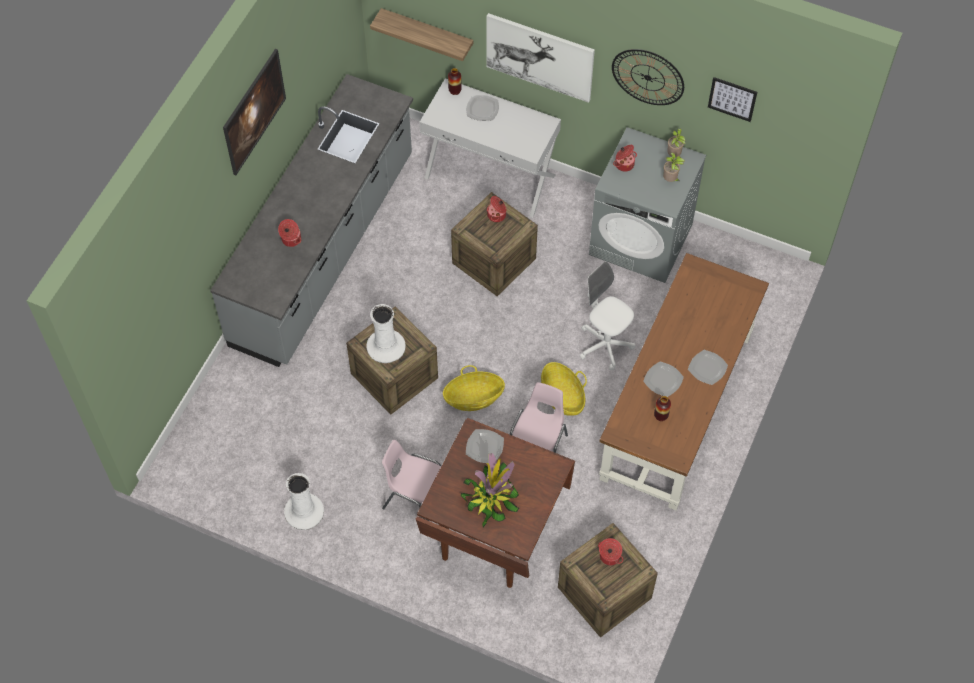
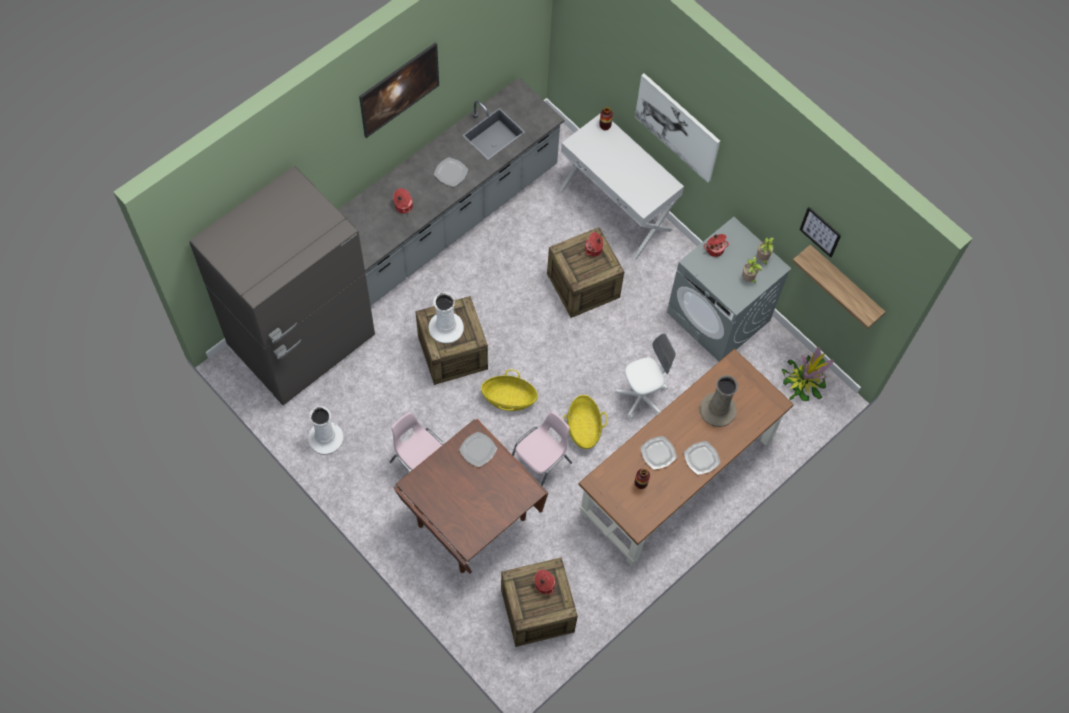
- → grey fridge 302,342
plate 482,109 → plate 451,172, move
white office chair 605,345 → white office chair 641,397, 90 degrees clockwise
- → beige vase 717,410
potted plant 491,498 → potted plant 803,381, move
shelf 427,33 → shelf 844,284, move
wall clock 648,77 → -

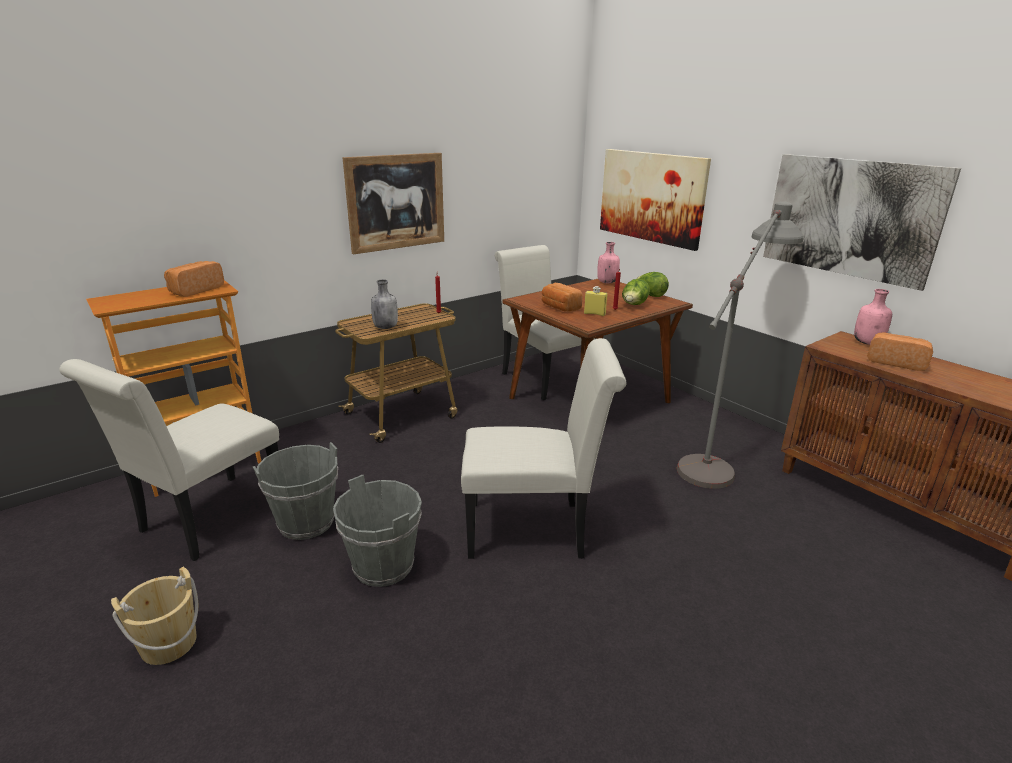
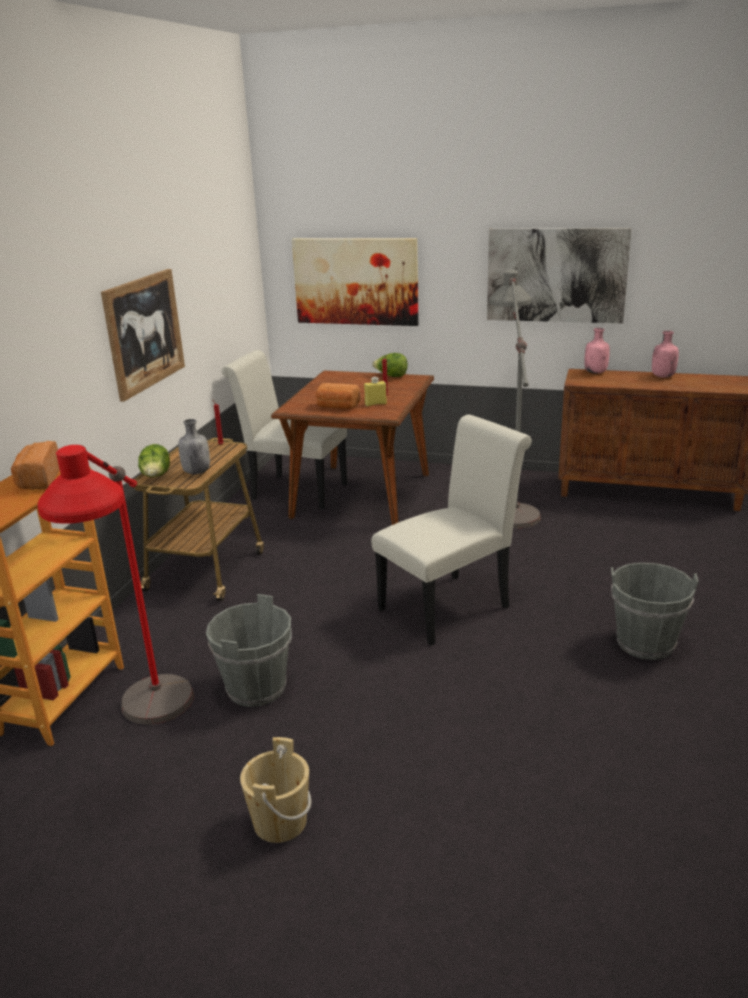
white chair 206,521 → red floor lamp 152,734
lettuce 634,305 → lettuce 156,477, move
grey bucket 383,566 → grey bucket 645,644, move
pink bottle 606,282 → pink bottle 662,376, move
bread 896,362 → -

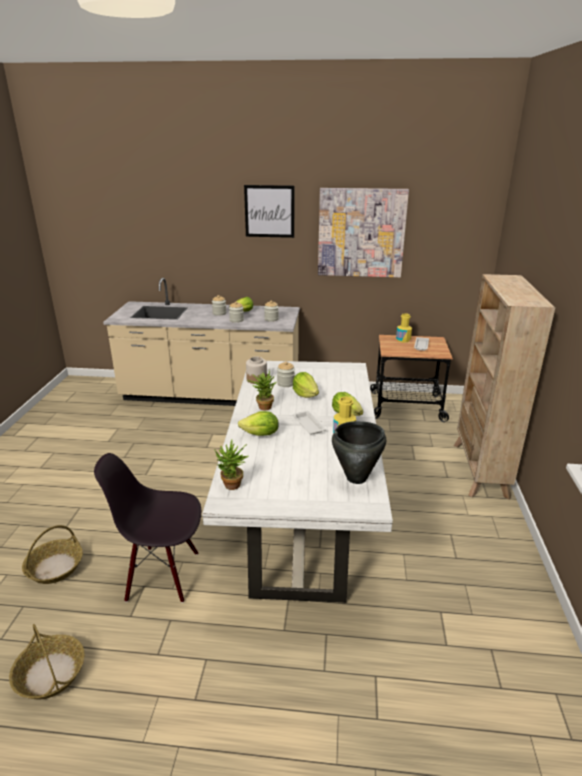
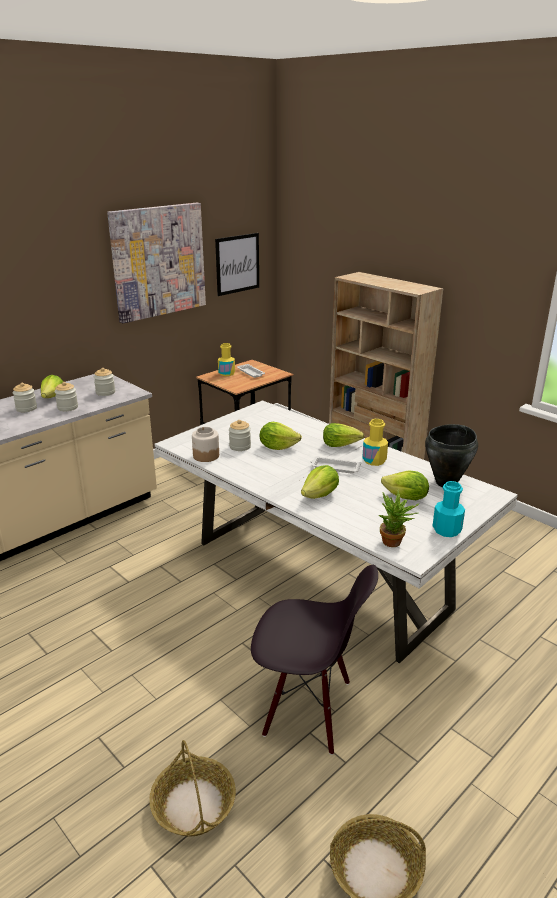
picture 269,211 → picture 237,264, move
black chair 163,575 → black chair 307,709, 120 degrees counterclockwise
- → lettuce 406,498
- → turquoise bottle 446,530
potted plant 263,406 → -

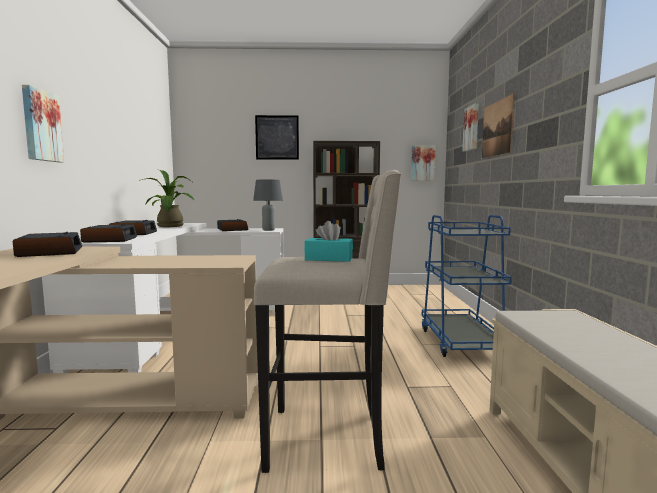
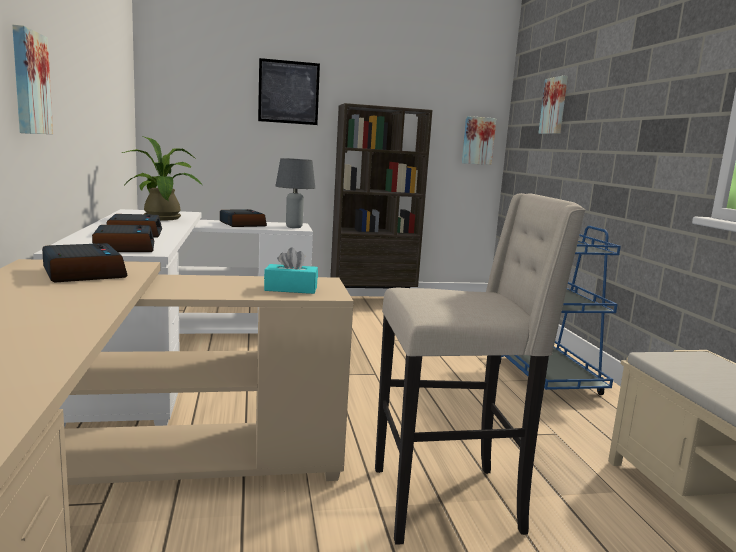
turquoise tissue box 329,259 → turquoise tissue box 291,289, move
picture 497,128 → -

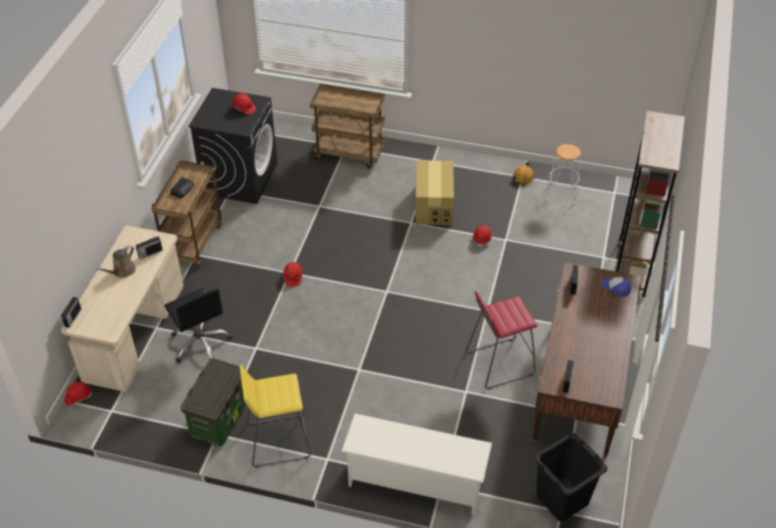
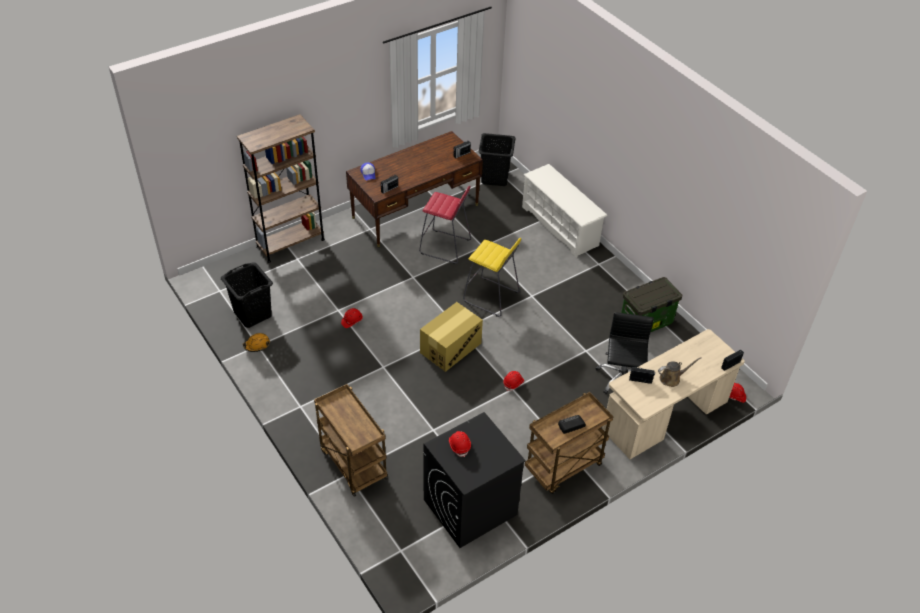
white stool 561,193 → black laundry basket 252,314
cardboard box 433,206 → cardboard box 451,348, move
yellow stool 277,440 → yellow stool 491,297, move

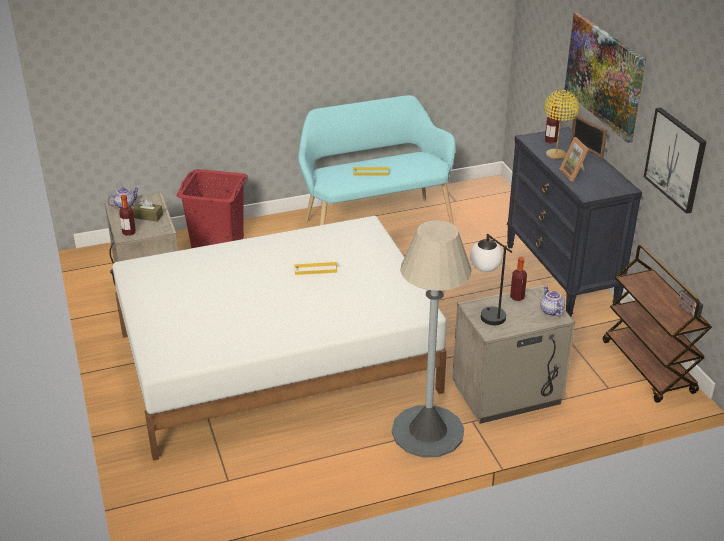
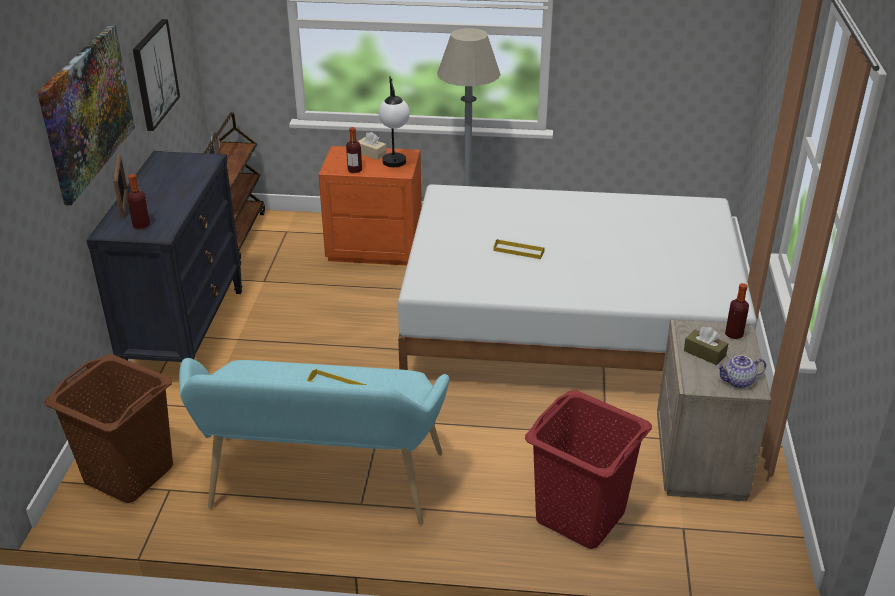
- → brown laundry basket 129,474
beige nightstand 507,394 → orange nightstand 375,248
- → beige tissue box 371,153
teapot 550,311 → -
yellow table lamp 555,154 → -
picture frame 574,174 → -

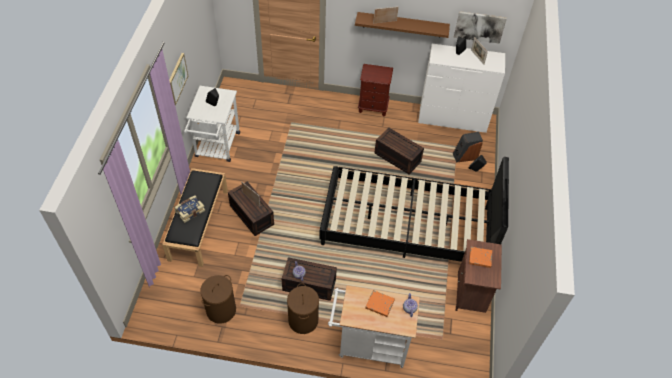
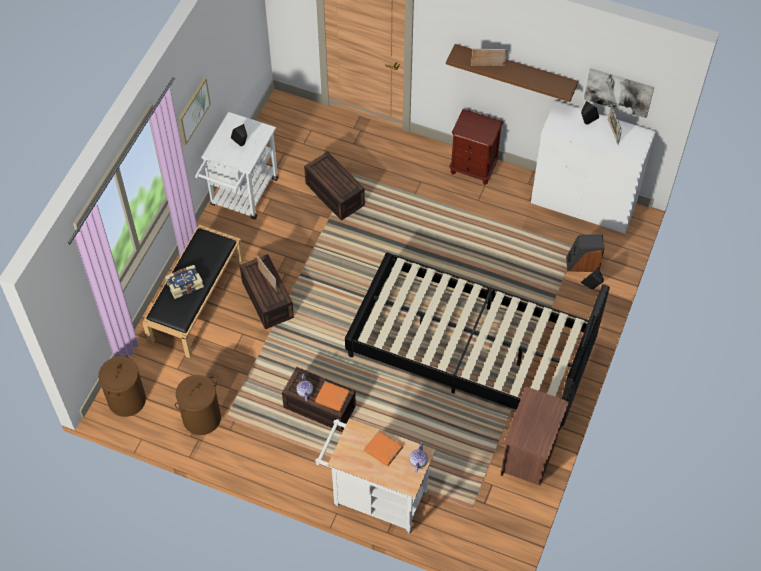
brown laundry basket 303,320 → brown laundry basket 127,400, move
brown storage box 396,157 → brown storage box 333,194, move
orange book 480,258 → orange book 332,397, move

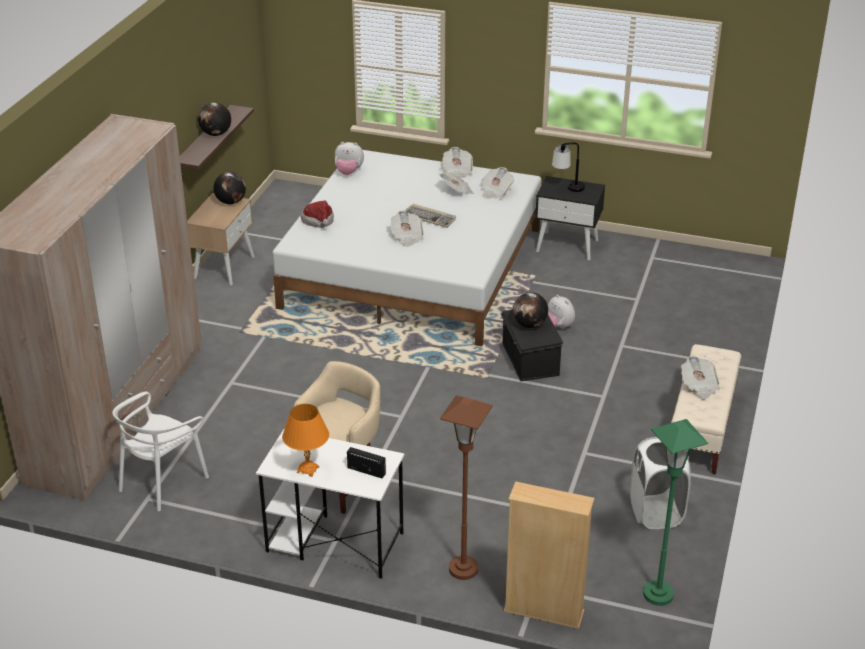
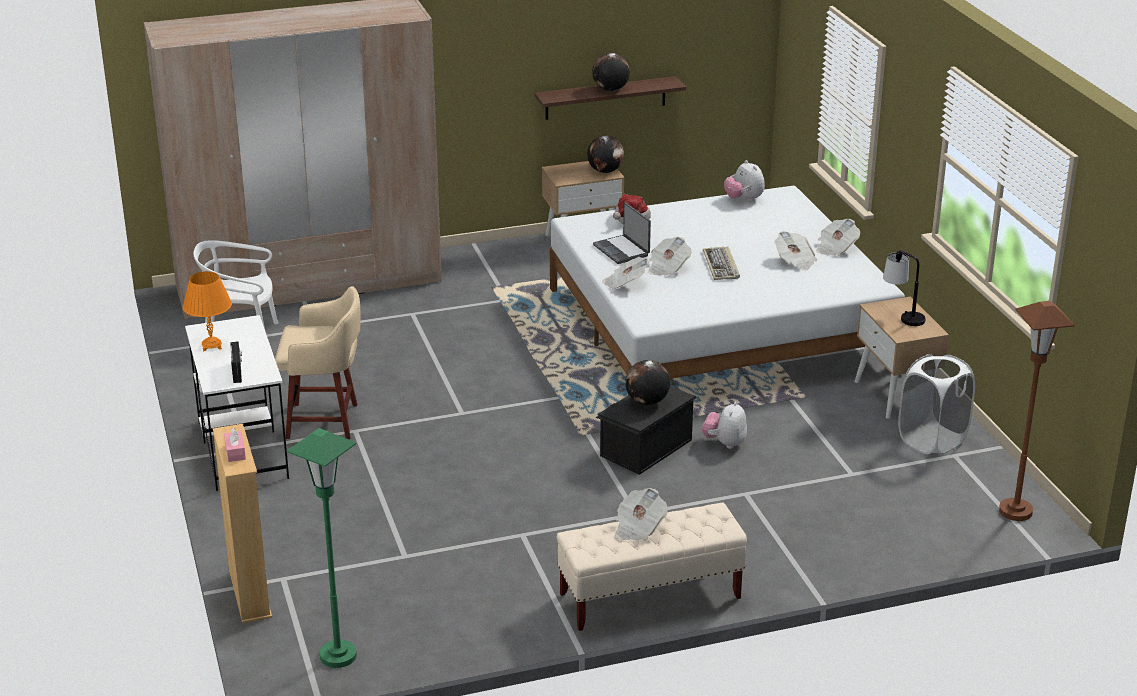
- → pink tissue box 235,452
- → laptop 622,250
newspaper 495,192 → newspaper 625,284, move
black nightstand 567,245 → beige nightstand 895,395
white laundry basket 656,512 → white laundry basket 932,440, move
brown floor lamp 463,569 → brown floor lamp 1015,511, move

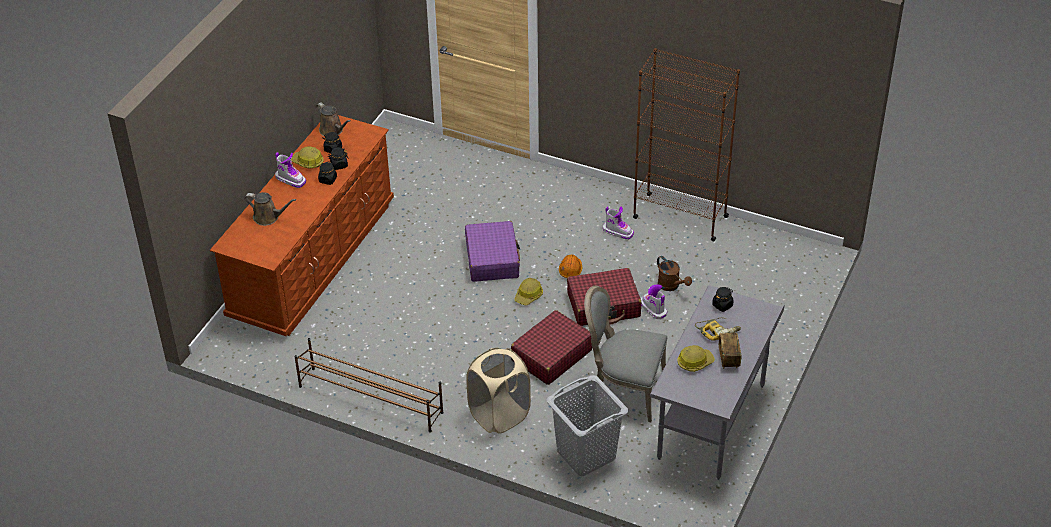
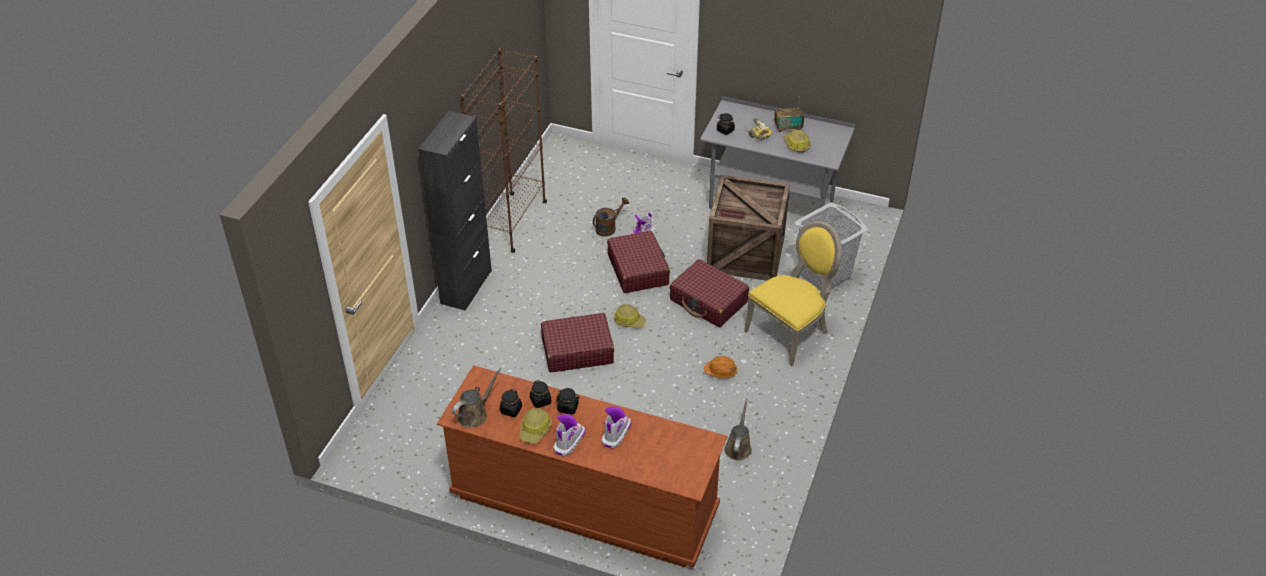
- → black cabinet 466,287
purple suitcase 492,259 → red suitcase 577,350
boot 618,232 → boot 616,434, move
orange hard hat 570,270 → orange hard hat 721,371, move
grey chair 624,390 → crate 744,254
brown watering can 268,217 → brown watering can 738,447, move
beige laundry basket 499,415 → yellow chair 791,332
brown shoe rack 370,399 → -

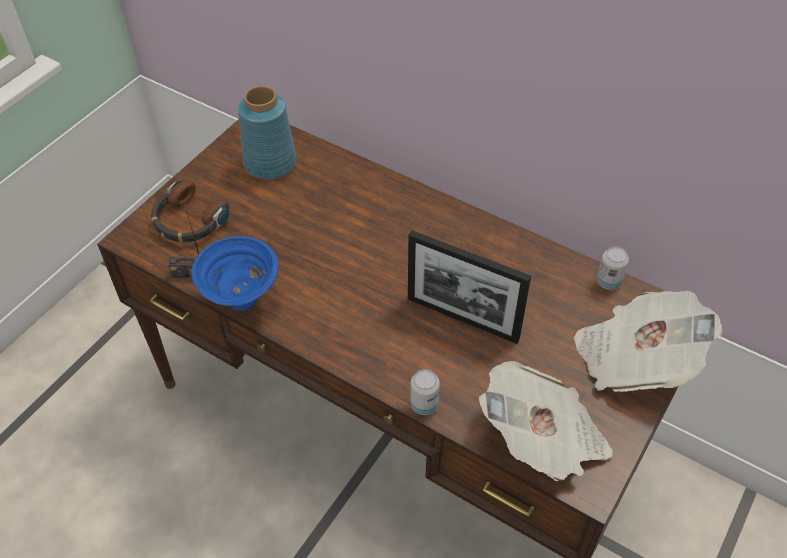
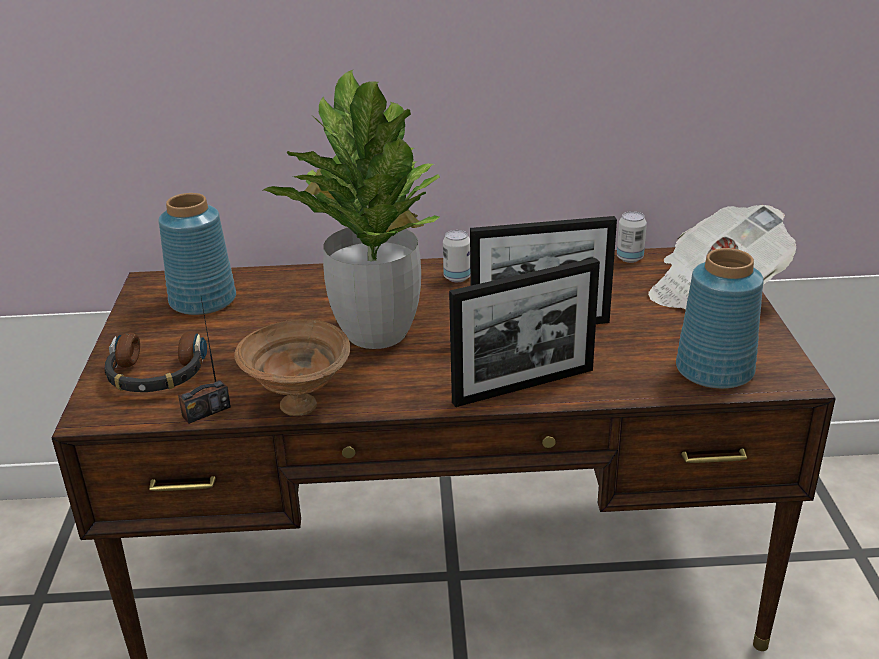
blue bowl 243,302 → brown bowl 301,407
- → potted plant 376,333
can 424,405 → can 457,277, move
- → picture frame 523,386
newspaper 543,439 → blue vase 715,370

